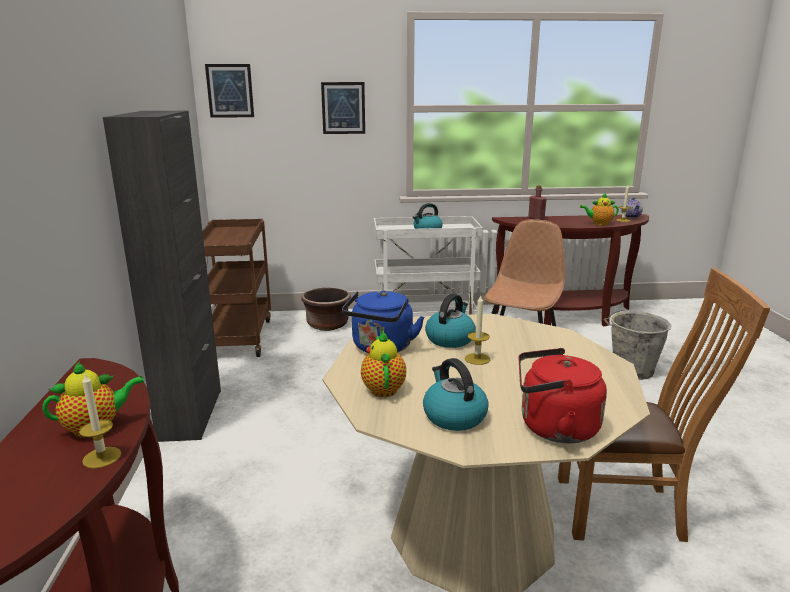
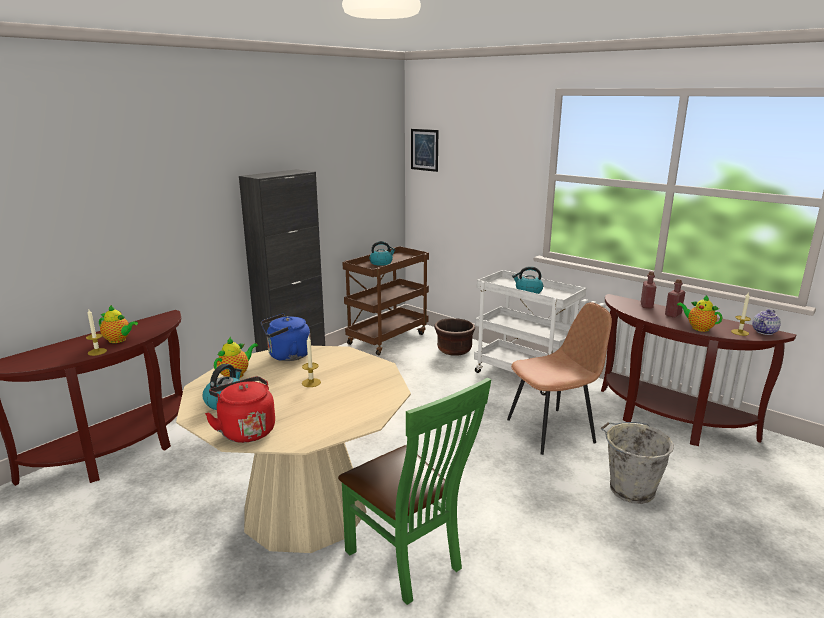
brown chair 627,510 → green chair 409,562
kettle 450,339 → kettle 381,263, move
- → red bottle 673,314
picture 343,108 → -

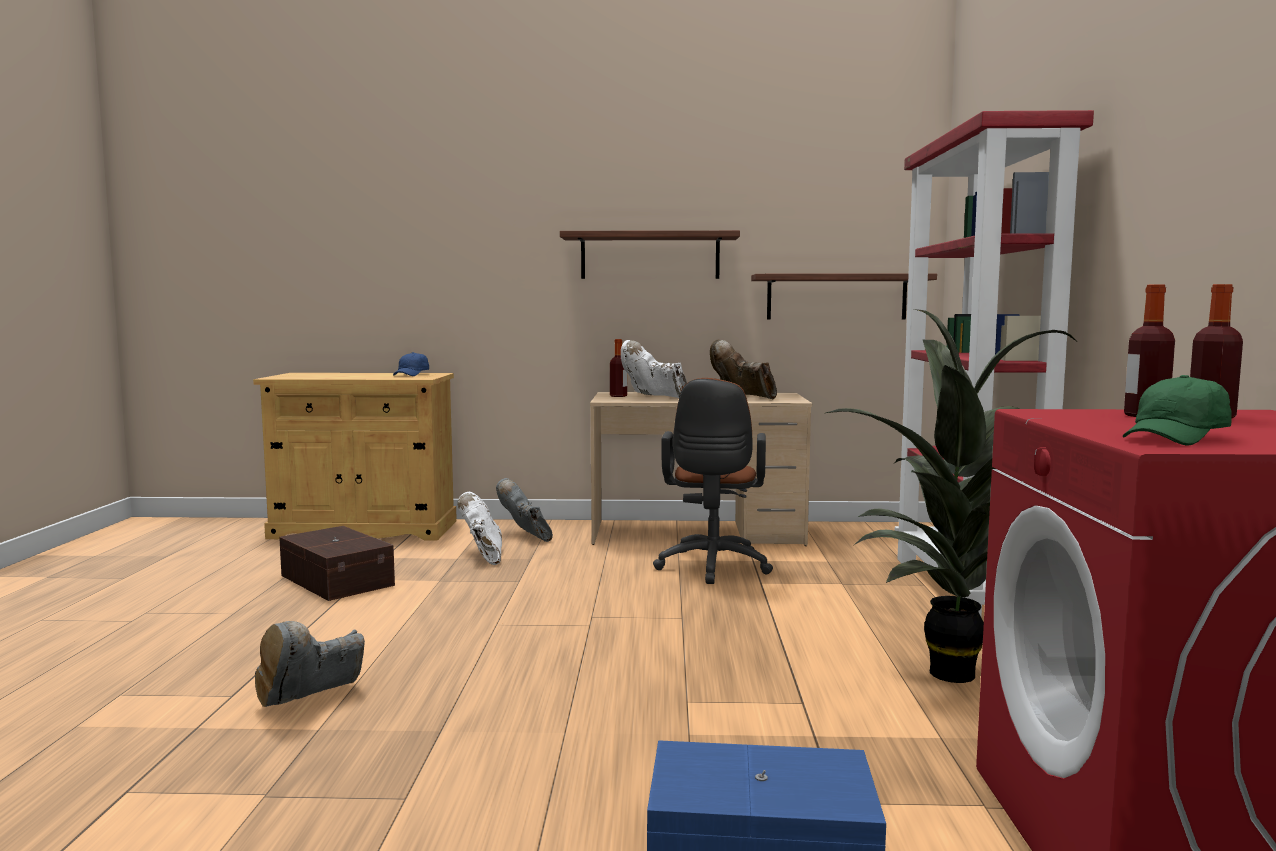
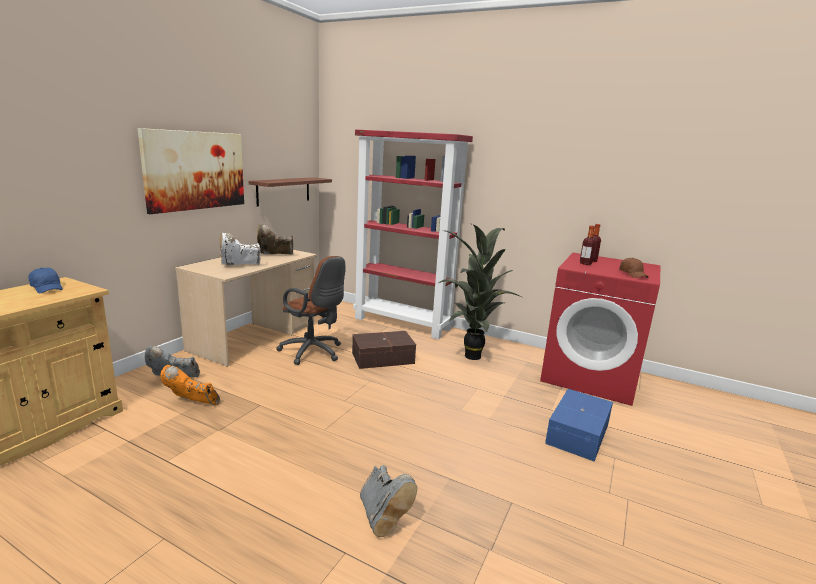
shelf 650,256 → picture 196,170
white boot 483,556 → orange boot 192,403
brown storage box 338,580 → brown storage box 382,358, move
green cap 1176,438 → brown cap 633,274
bottle 618,396 → -

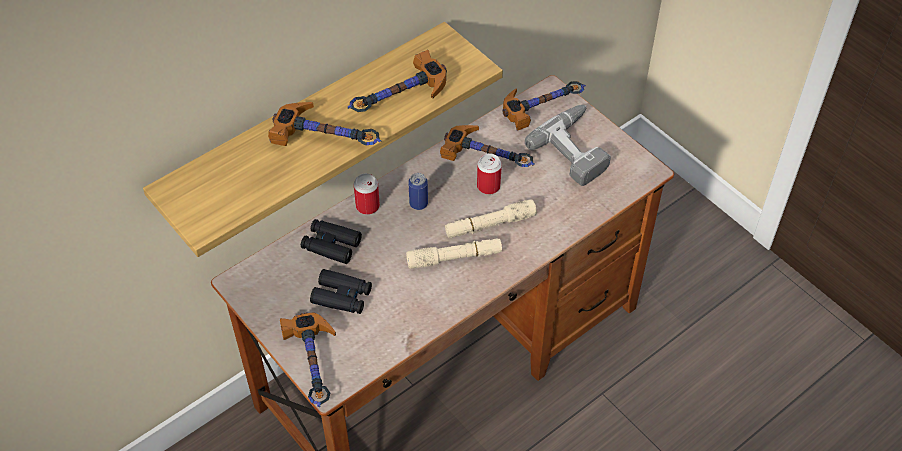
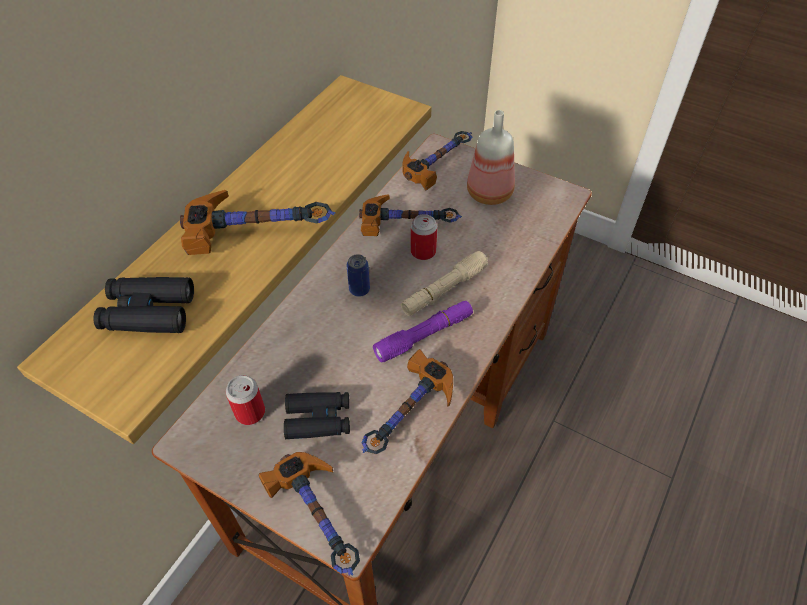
black binoculars 331,245 → black binoculars 148,312, move
can 367,206 → can 250,412, move
hammer 398,99 → hammer 407,416, move
beige flashlight 454,258 → purple flashlight 424,336
power drill 577,149 → bottle 491,193

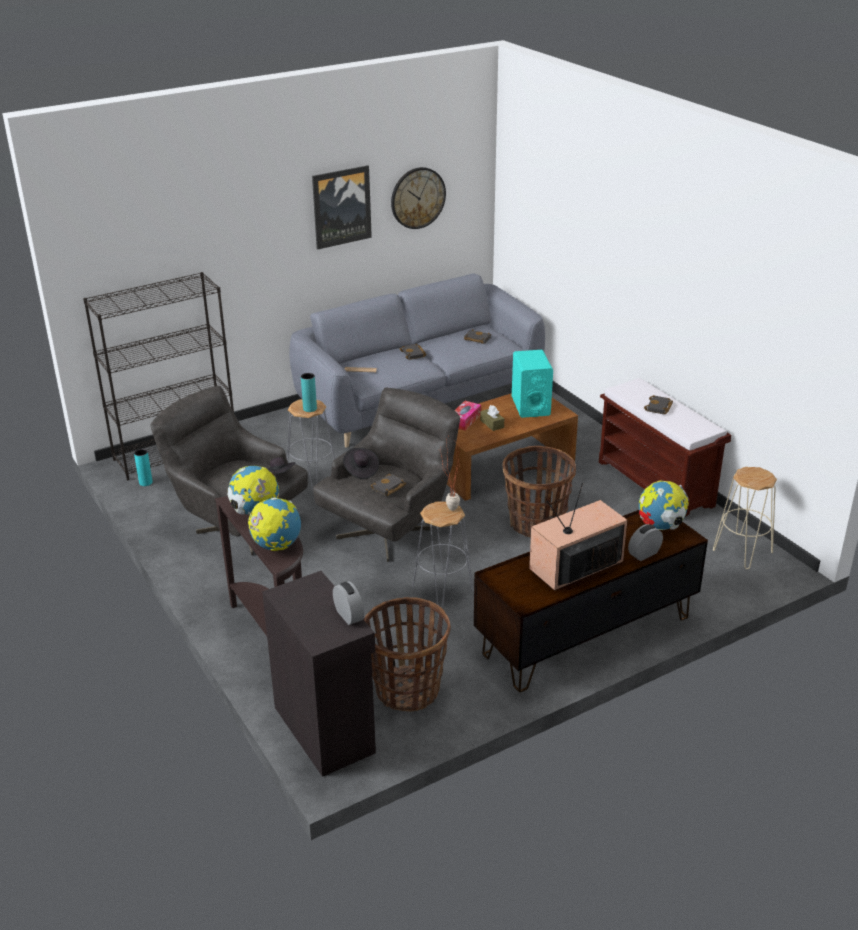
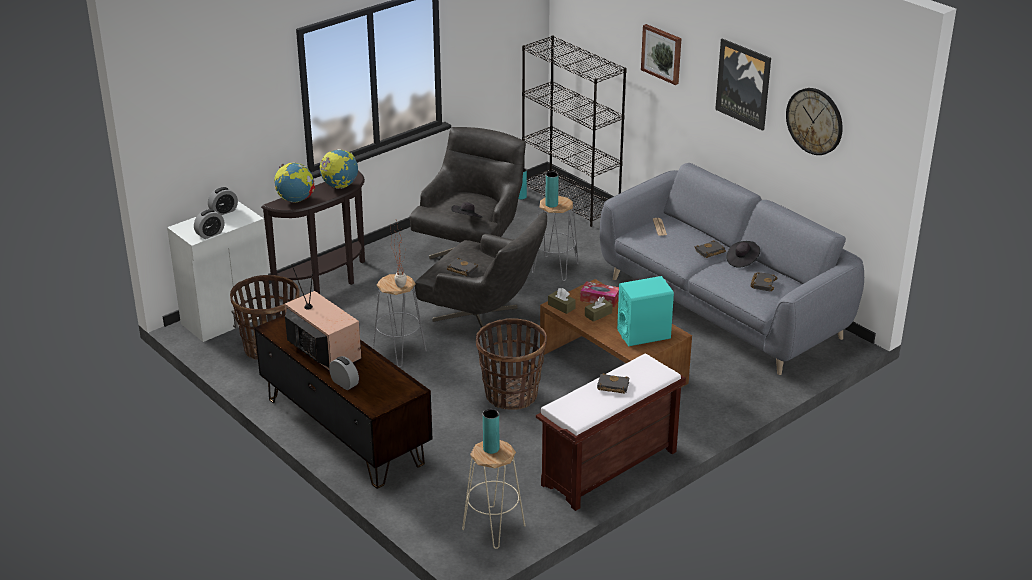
black cabinet 325,728 → white cabinet 228,318
- → alarm clock 223,211
- → turquoise vase 491,448
- → brown tissue box 561,306
- → picture 662,53
black hat 360,470 → black hat 742,261, move
globe 660,526 → -

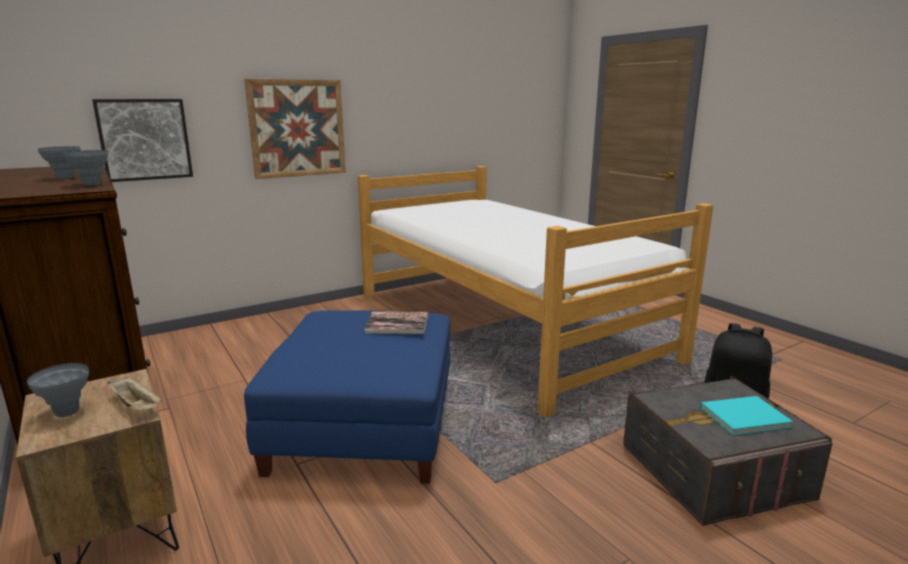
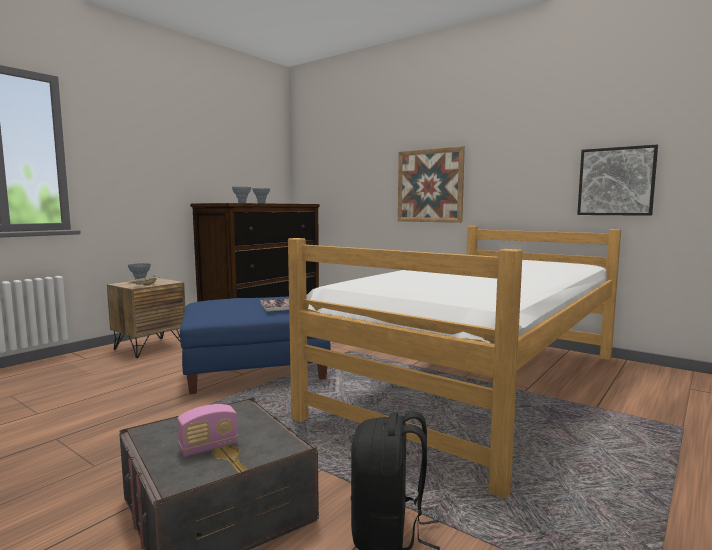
turquoise book 741,416 → radio 208,447
picture 145,139 → picture 616,181, move

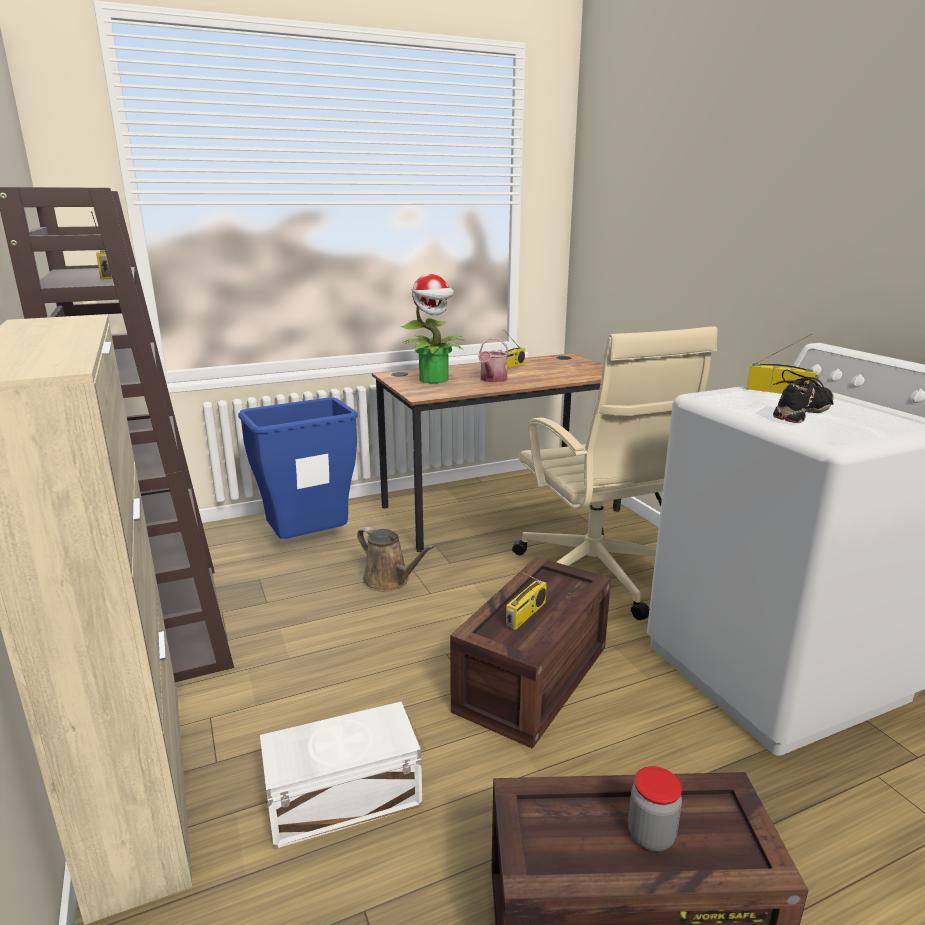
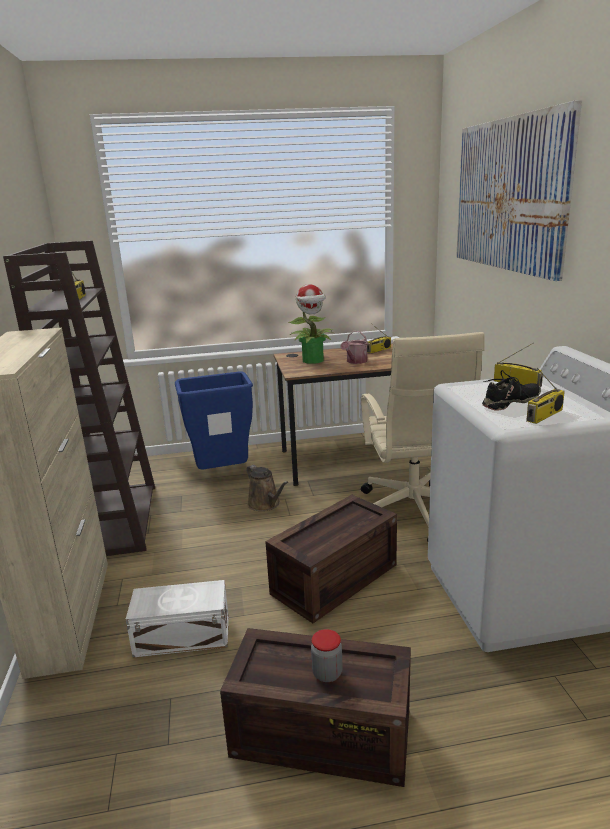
- → picture 509,195
radio 526,615 → radio 544,416, move

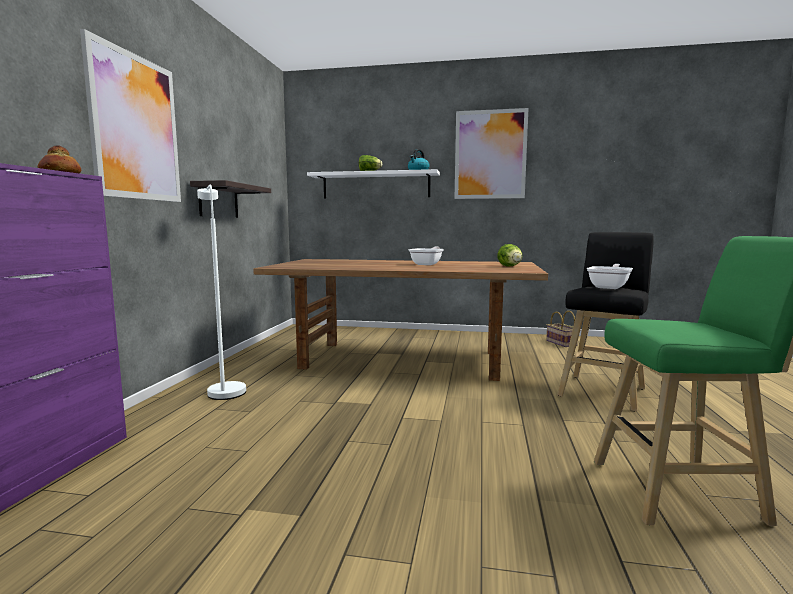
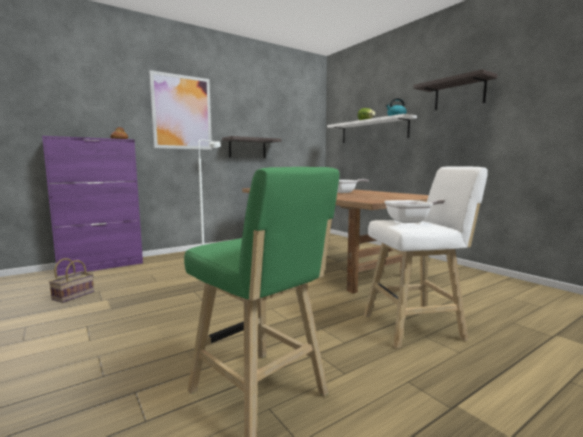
basket 560,343 → basket 74,295, move
black stool 603,391 → white stool 416,327
picture 490,155 → shelf 459,94
lettuce 510,266 → -

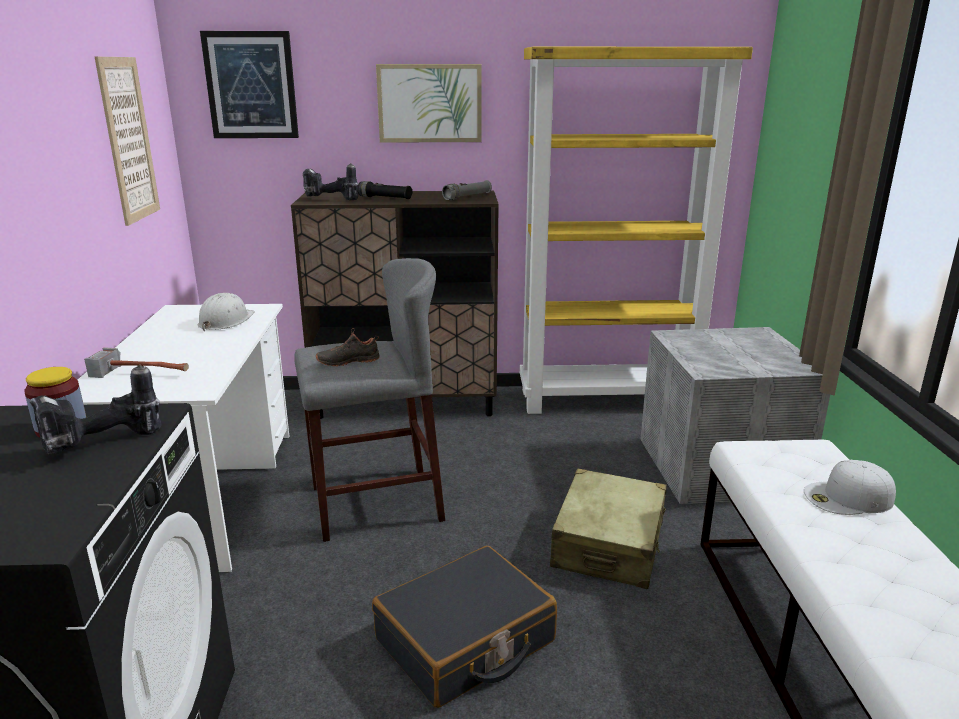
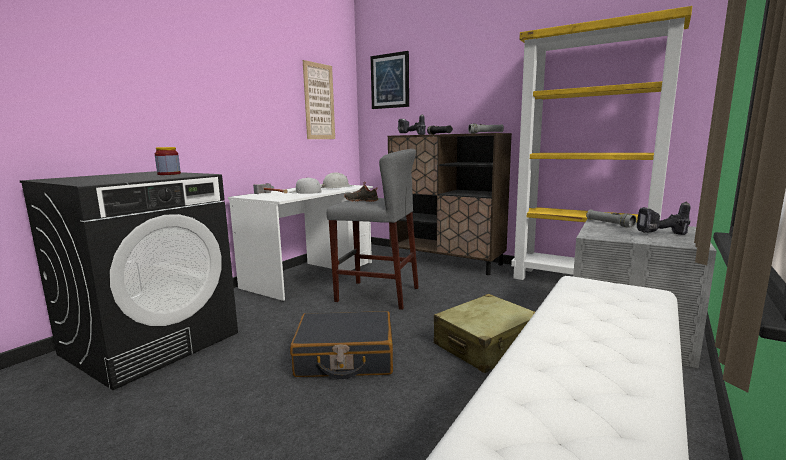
white cap 848,498 → white cap 304,192, move
- → grey flashlight 609,224
power drill 102,445 → power drill 662,235, move
picture 429,103 → -

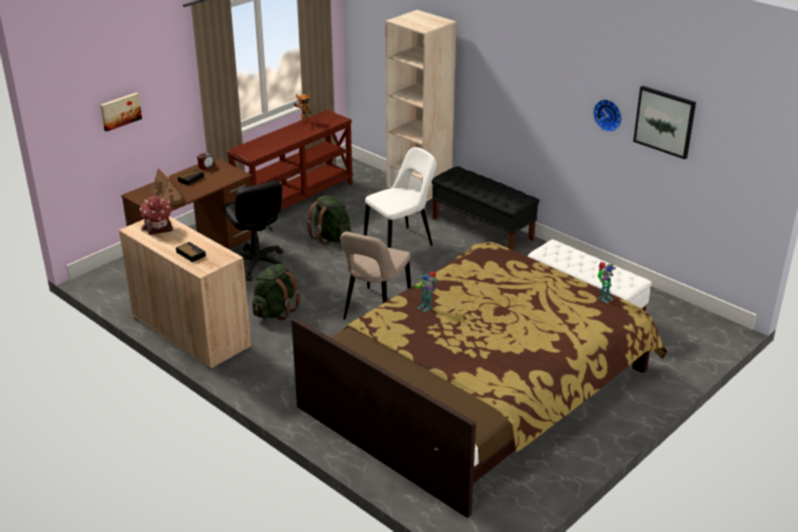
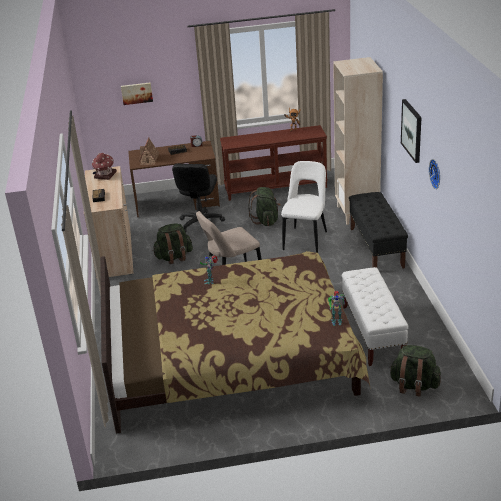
white chair 401,243 → white chair 306,239, 75 degrees counterclockwise
- → green backpack 414,385
picture 664,121 → picture 412,130, move

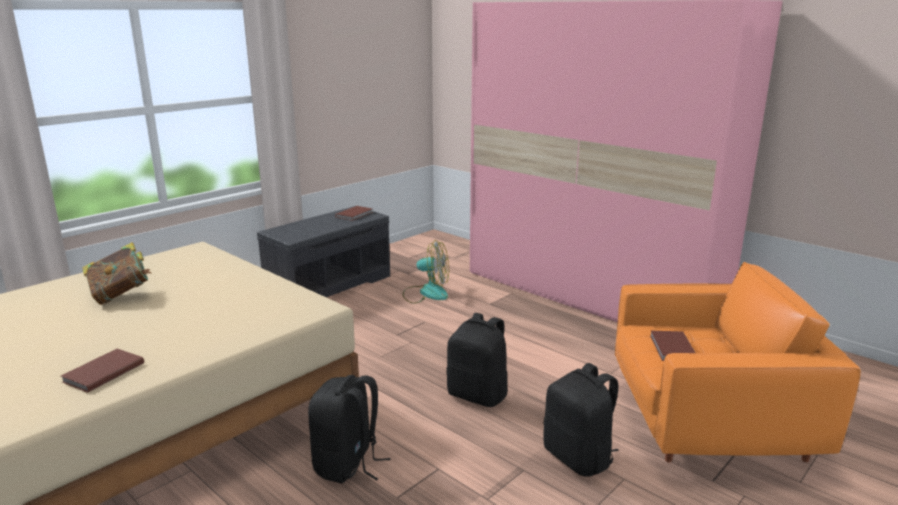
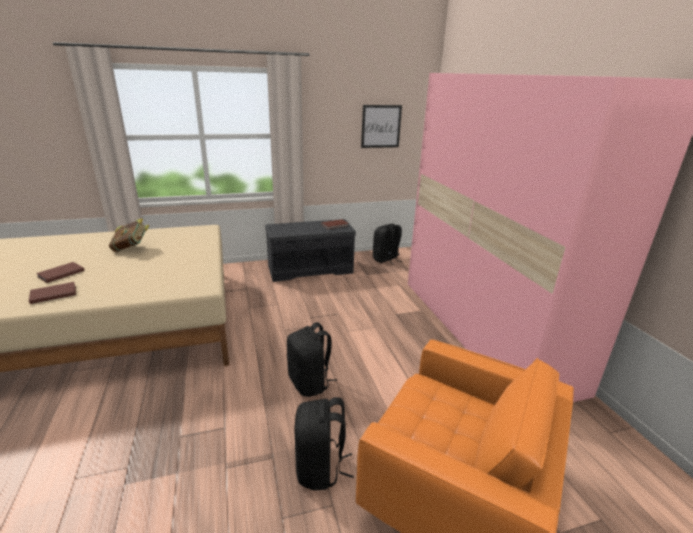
brown book 671,348 → brown book 60,273, move
- → picture 381,126
black backpack 348,464 → black backpack 386,259, move
fan 426,293 → -

